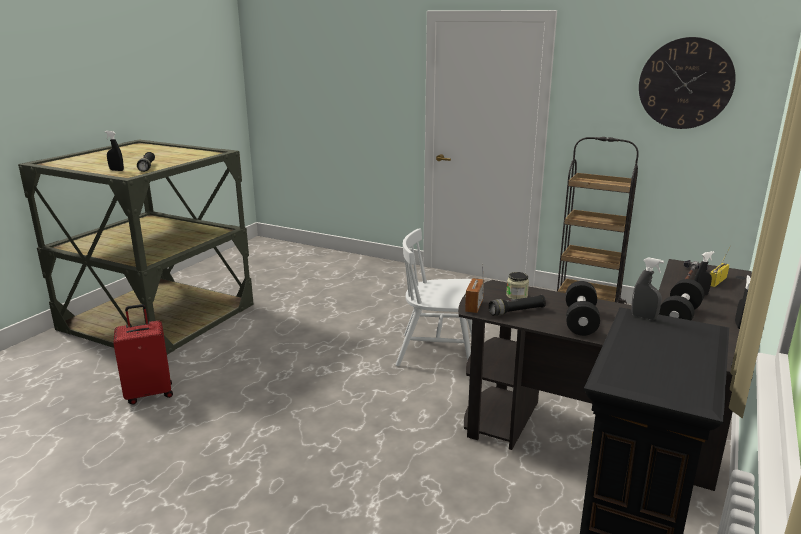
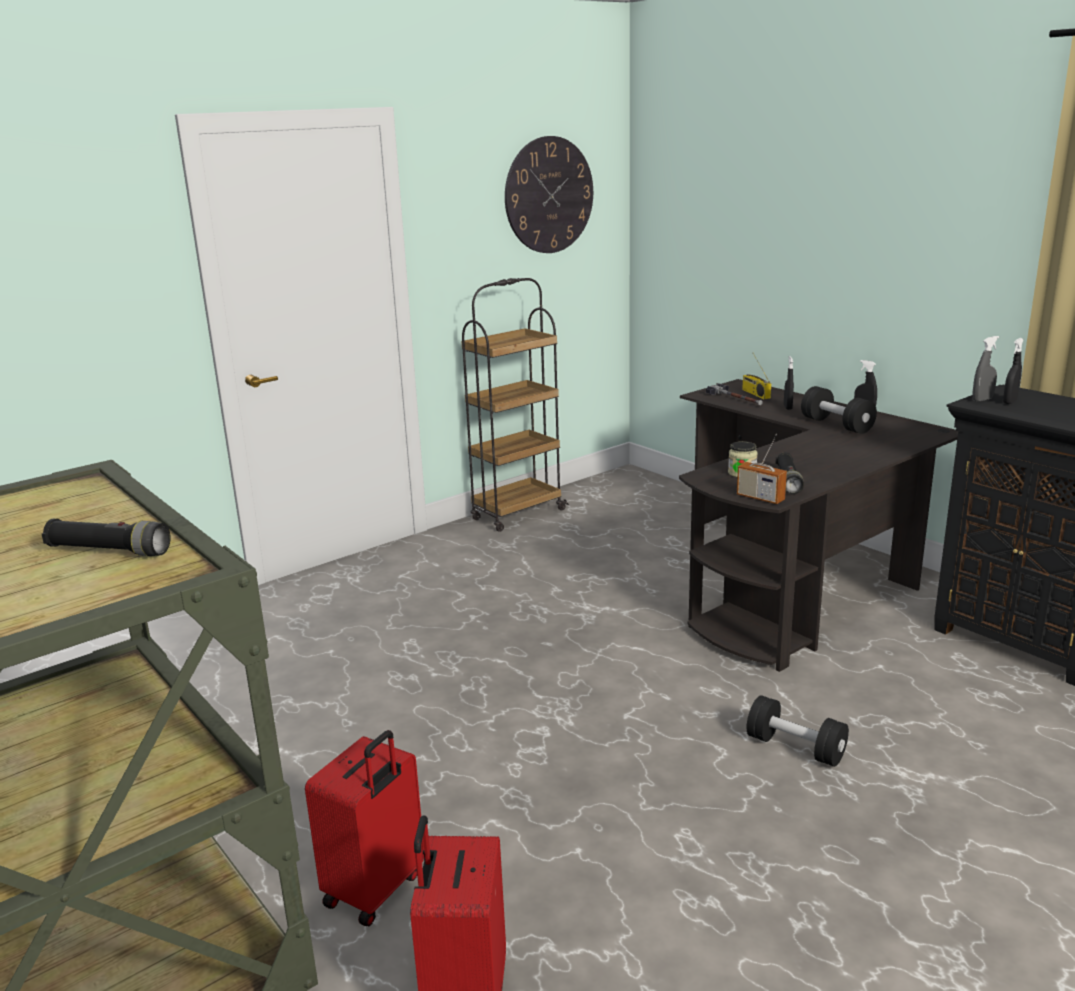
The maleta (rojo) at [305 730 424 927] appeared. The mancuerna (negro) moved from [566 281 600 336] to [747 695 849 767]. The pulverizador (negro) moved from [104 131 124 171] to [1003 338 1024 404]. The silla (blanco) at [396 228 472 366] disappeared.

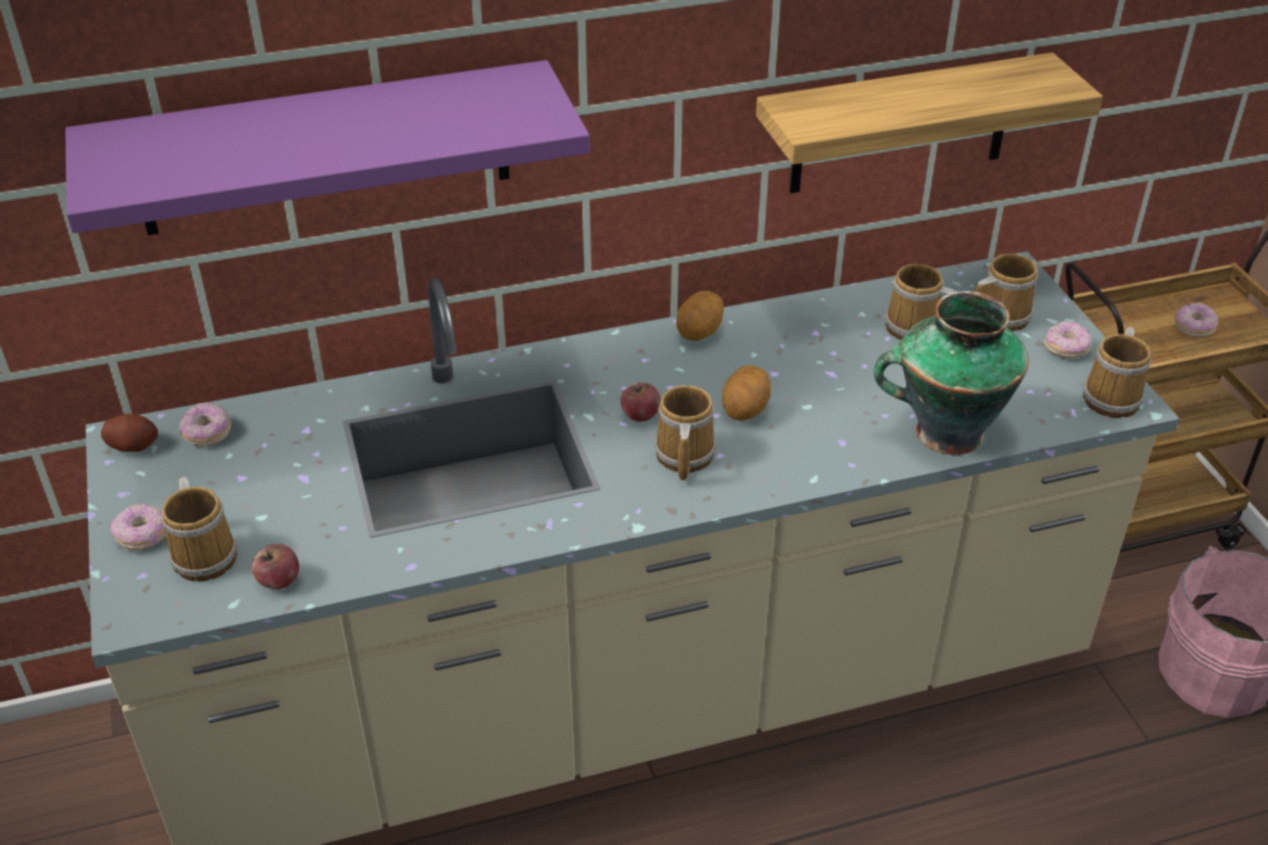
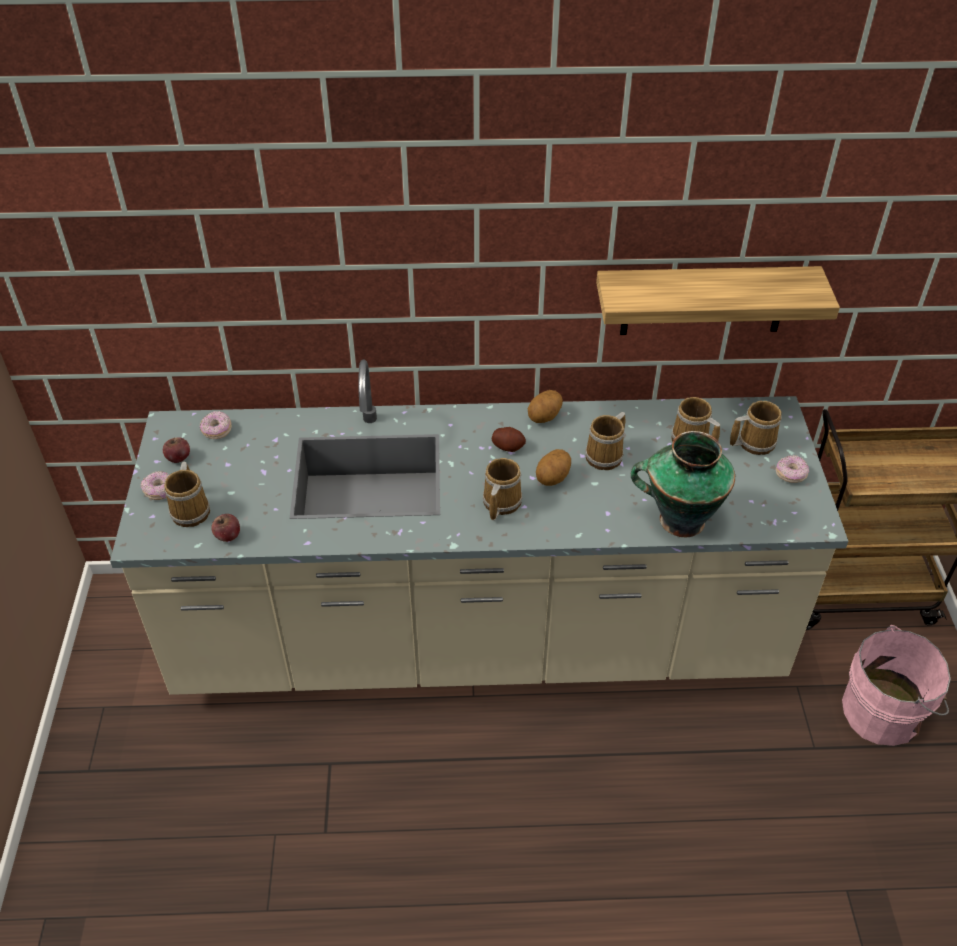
The manzana moved from [621 382 660 422] to [163 437 190 463]. The patata moved from [101 413 158 452] to [492 427 526 452]. The taza grande moved from [1083 327 1152 418] to [585 412 625 470]. The estante (morado) at [65 60 590 235] disappeared. The rosquilla at [1174 303 1218 338] disappeared.

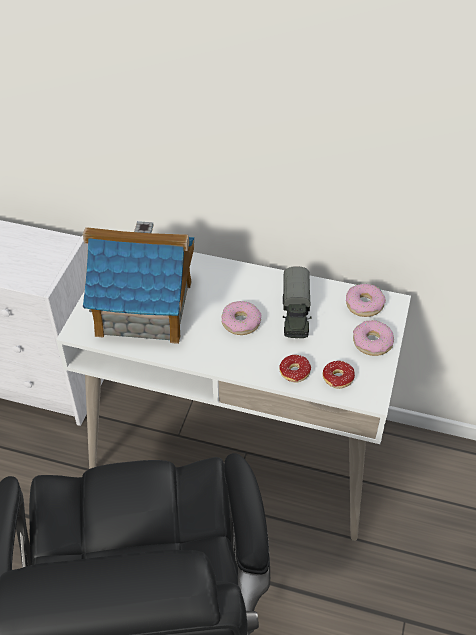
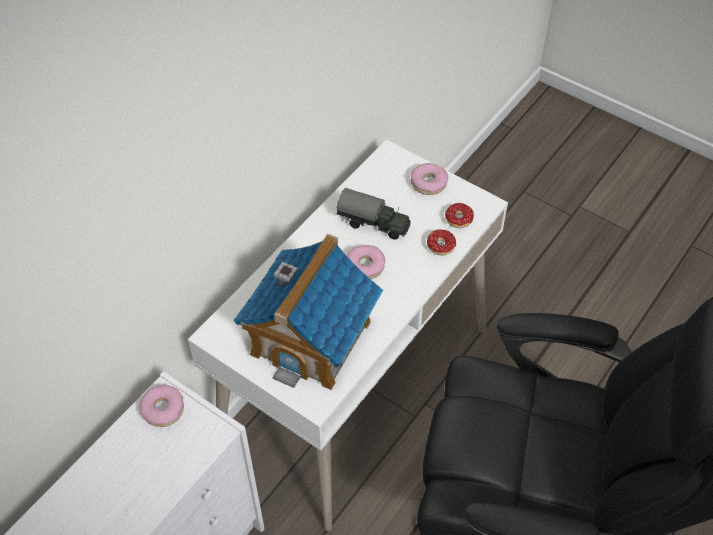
The rosquilla moved from [346 284 386 317] to [140 385 184 427].

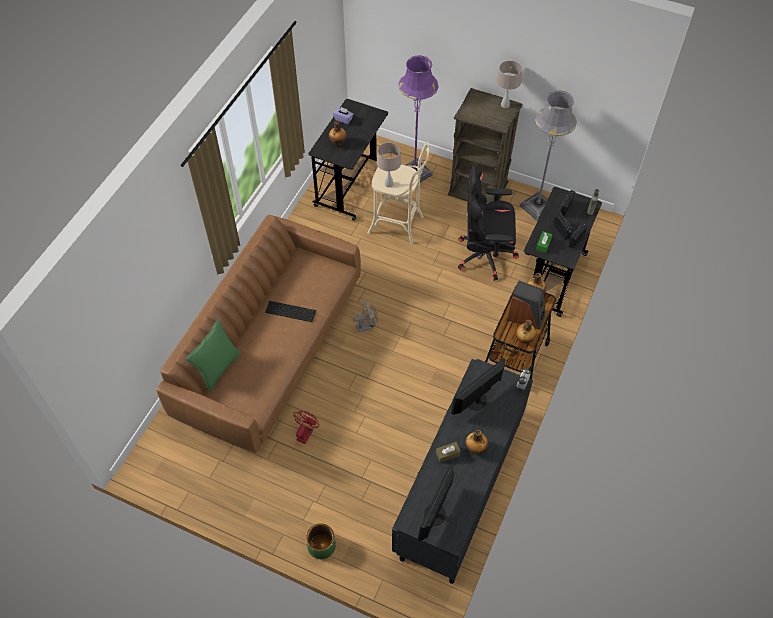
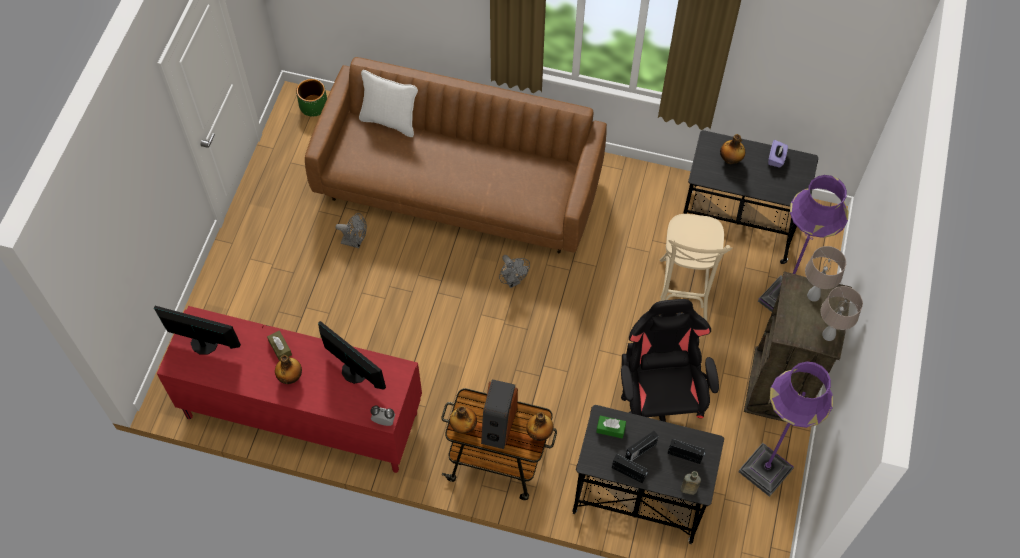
The armario (negro) at [392 359 533 584] became the armario (rojo) at [157 306 422 473]. The maceta (verde) moved from [306 523 336 559] to [296 79 327 117]. The ventilador (rojo) at [293 411 320 444] became the ventilador (gris) at [336 213 367 248]. The cojín (verde) at [186 320 240 391] became the cojín (blanco) at [359 70 418 137]. The lámpara de pie (gris) at [519 91 577 221] became the lámpara de pie (morado) at [738 361 833 497]. The lámpara de mesa (beis) moved from [377 143 402 187] to [805 246 846 302]. The teclado at [265 301 316 322] disappeared.

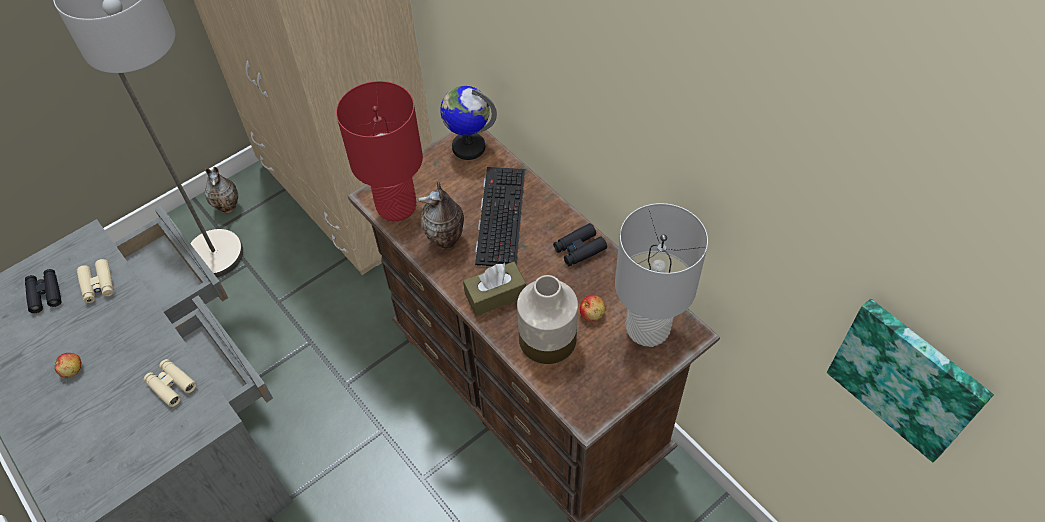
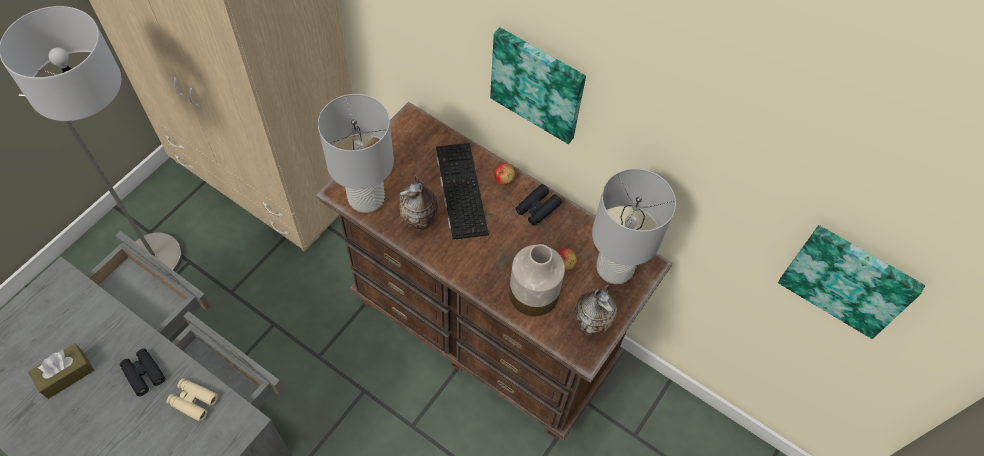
The caja de pañuelos (marrón) moved from [463 262 526 316] to [28 344 94 399]. The prismáticos (negro) moved from [25 269 62 313] to [120 349 166 396]. The lámpara de mesa (rojo) at [336 81 423 221] became the lámpara de mesa (gris) at [318 94 394 213]. The cuadro at [490 27 586 144] appeared. The manzana moved from [55 353 81 378] to [494 163 515 185]. The florero moved from [205 167 238 213] to [574 285 617 335]. The prismáticos (beis) at [77 259 114 303] disappeared. The globo terráqueo at [440 86 497 160] disappeared.

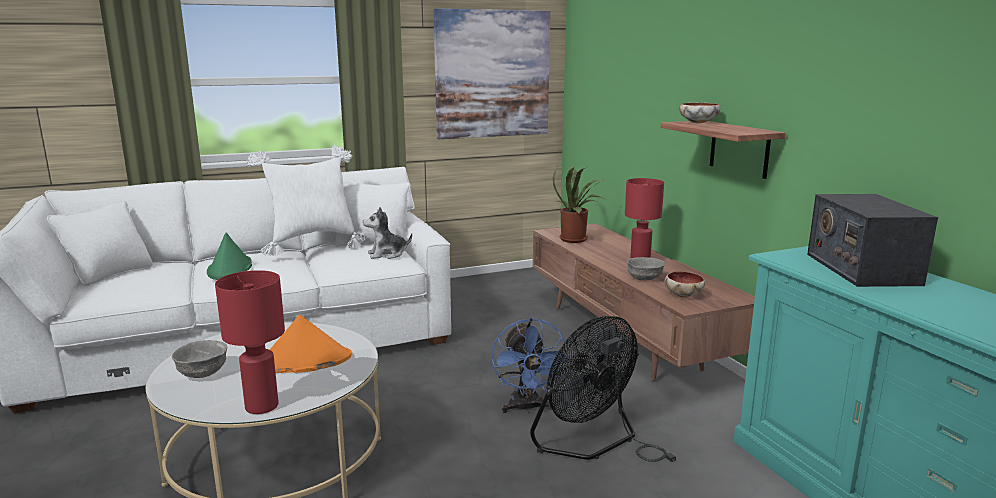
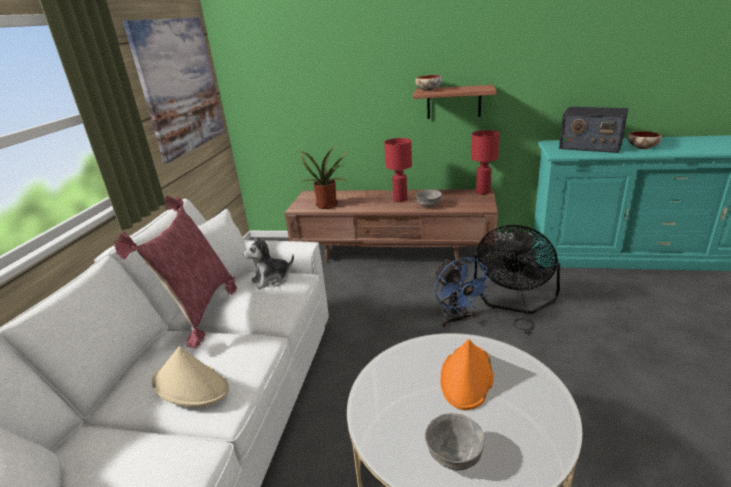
The cojín (blanco) at [247 145 366 256] became the cojín (rojo) at [113 196 237 349]. The sombrero (verde) at [207 232 252 280] became the sombrero (beis) at [152 346 229 407]. The peluche at [363 207 412 259] turned 45 degrees clockwise. The ventilador (azul) at [491 318 570 413] turned 45 degrees clockwise. The lámpara de mesa (rojo) moved from [215 270 285 414] to [471 130 500 194]. The ventilador (negro) at [530 316 676 462] turned 120 degrees clockwise. The cuenco moved from [664 271 705 298] to [627 131 662 149].

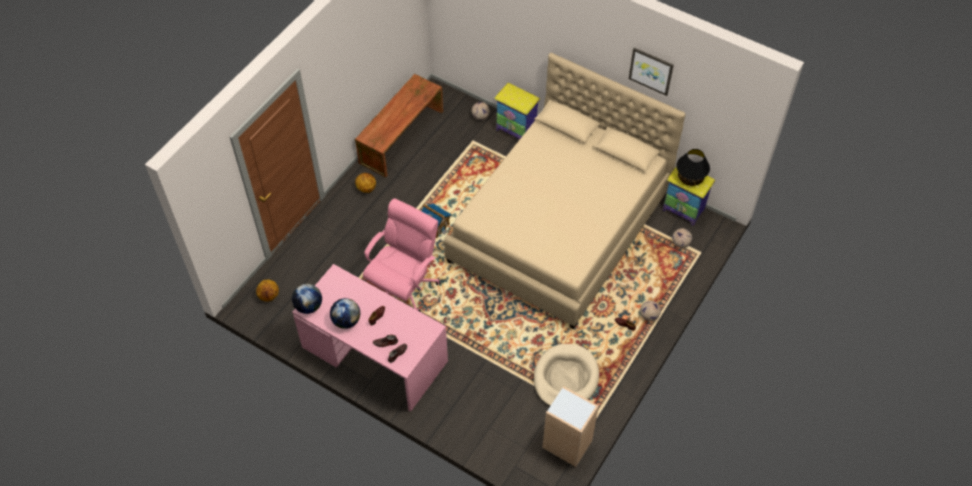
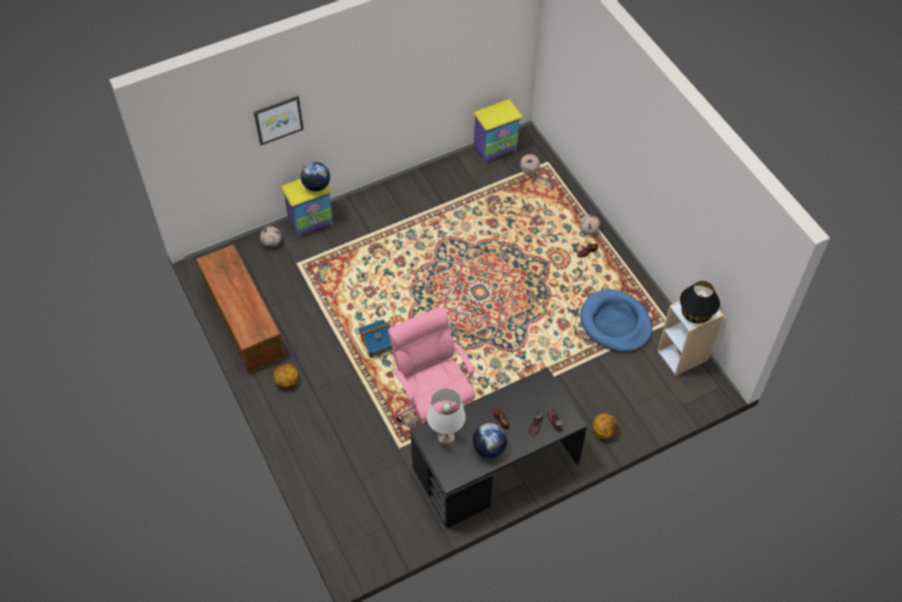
The cuadro moved from [629 48 674 96] to [254 96 304 145]. The globo terráqueo moved from [292 284 322 314] to [301 162 330 191]. The escritorio (rosa) at [292 264 448 411] became the escritorio (negro) at [410 367 587 528]. The lámpara de mesa (blanco) at [427 388 466 445] appeared. The cama para perro (beis) at [534 344 599 406] became the cama para perro (azul) at [580 289 652 352]. The balón de baloncesto moved from [256 279 279 302] to [592 413 618 439]. The lámpara de mesa (negro) moved from [676 149 710 186] to [680 281 720 324]. The cama (beis) at [444 53 686 329] disappeared.

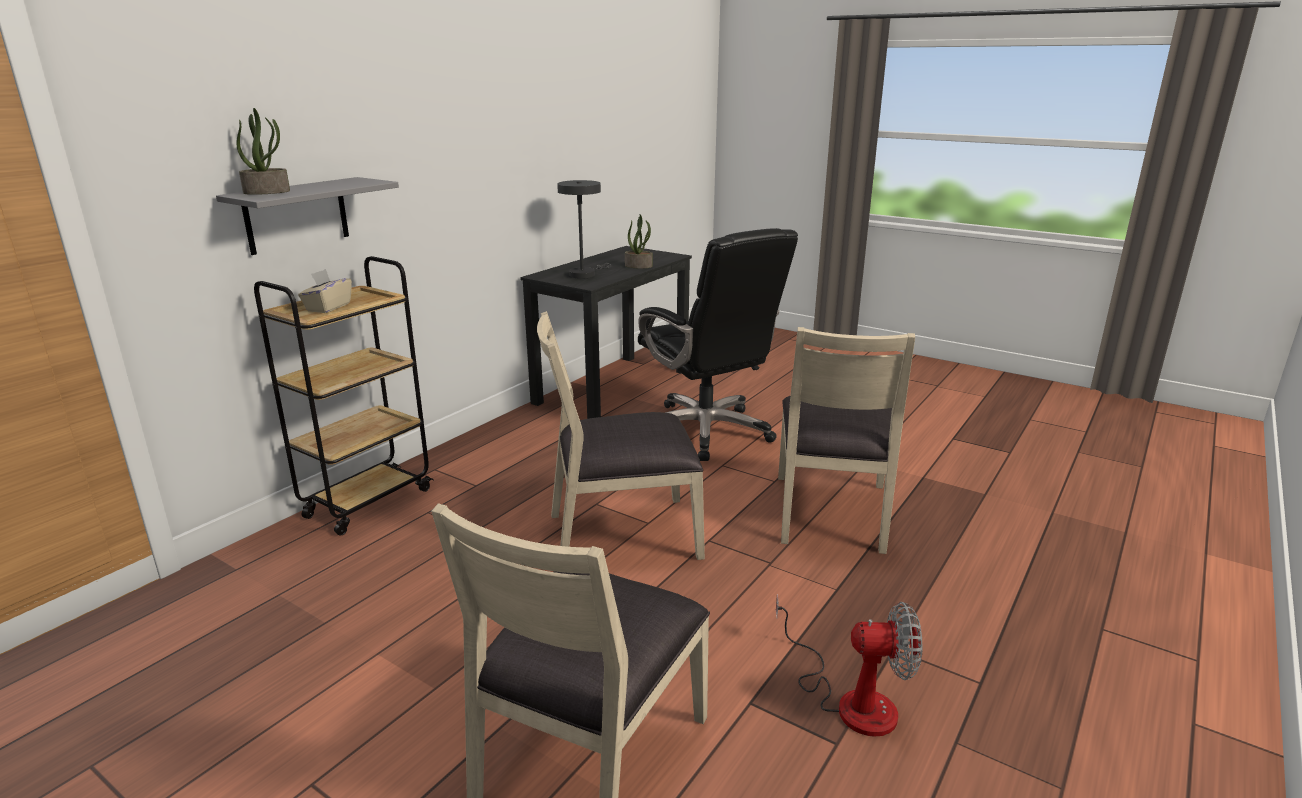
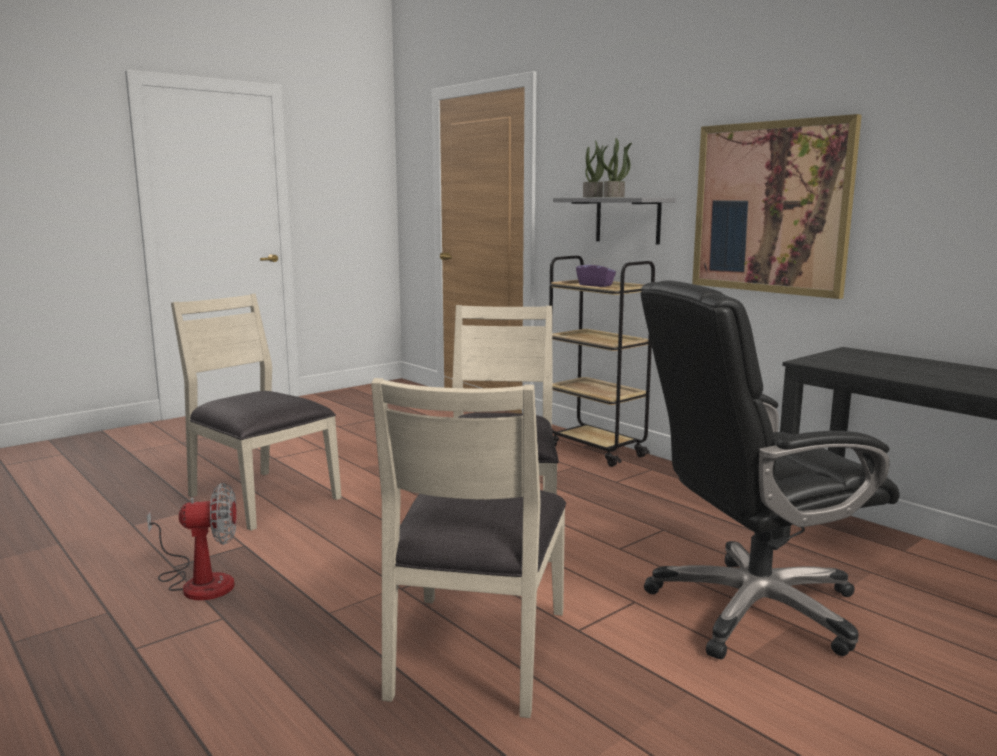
The ventilador at [776 594 922 737] turned 120 degrees counterclockwise. The silla (beis) at [778 327 915 554] turned 105 degrees counterclockwise. The caja de pañuelos (beis) at [298 269 352 313] became the caja de pañuelos (morado) at [576 258 616 287]. The planta en maceta moved from [625 214 653 269] to [599 138 632 197]. The cuadro at [692 114 862 299] appeared. The lámpara de mesa (gris) at [557 180 611 279] disappeared.

